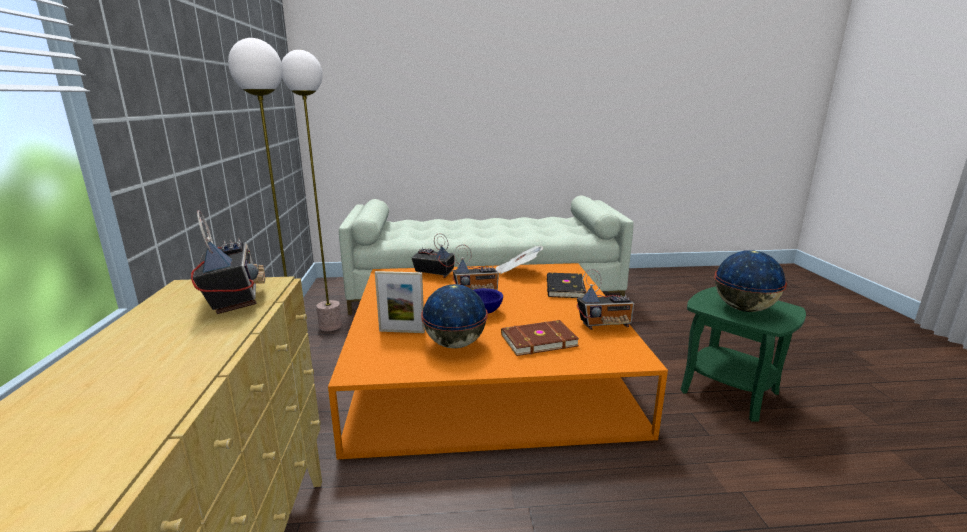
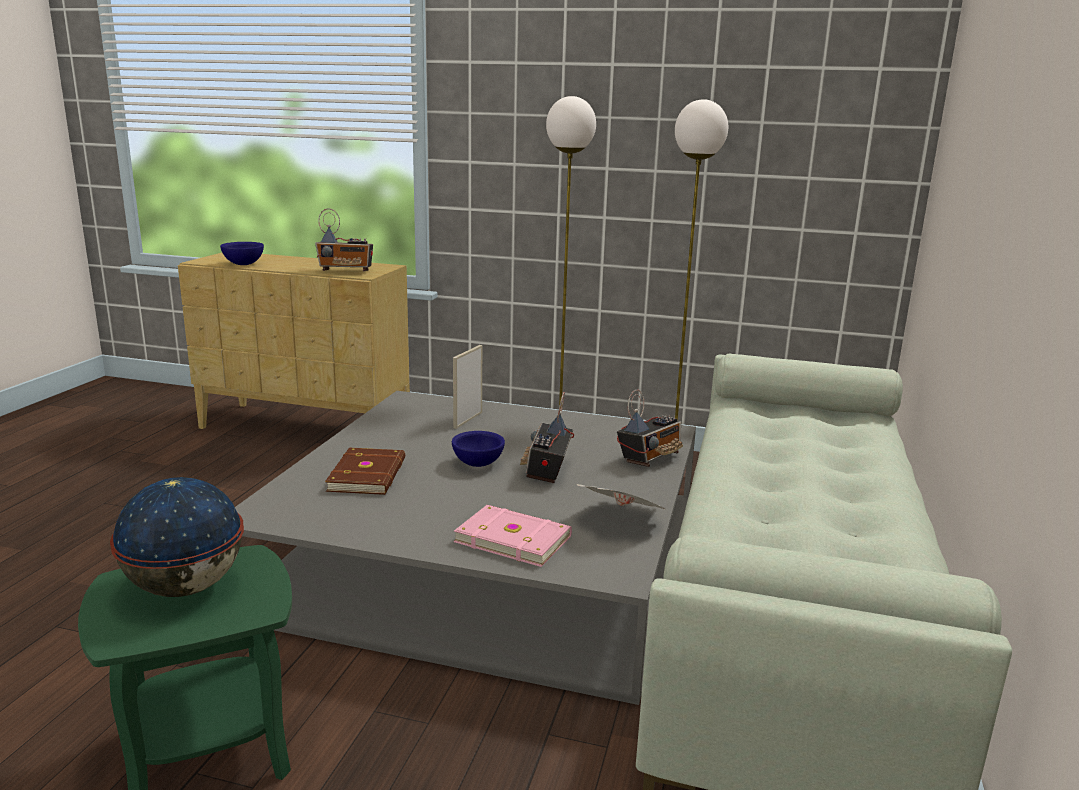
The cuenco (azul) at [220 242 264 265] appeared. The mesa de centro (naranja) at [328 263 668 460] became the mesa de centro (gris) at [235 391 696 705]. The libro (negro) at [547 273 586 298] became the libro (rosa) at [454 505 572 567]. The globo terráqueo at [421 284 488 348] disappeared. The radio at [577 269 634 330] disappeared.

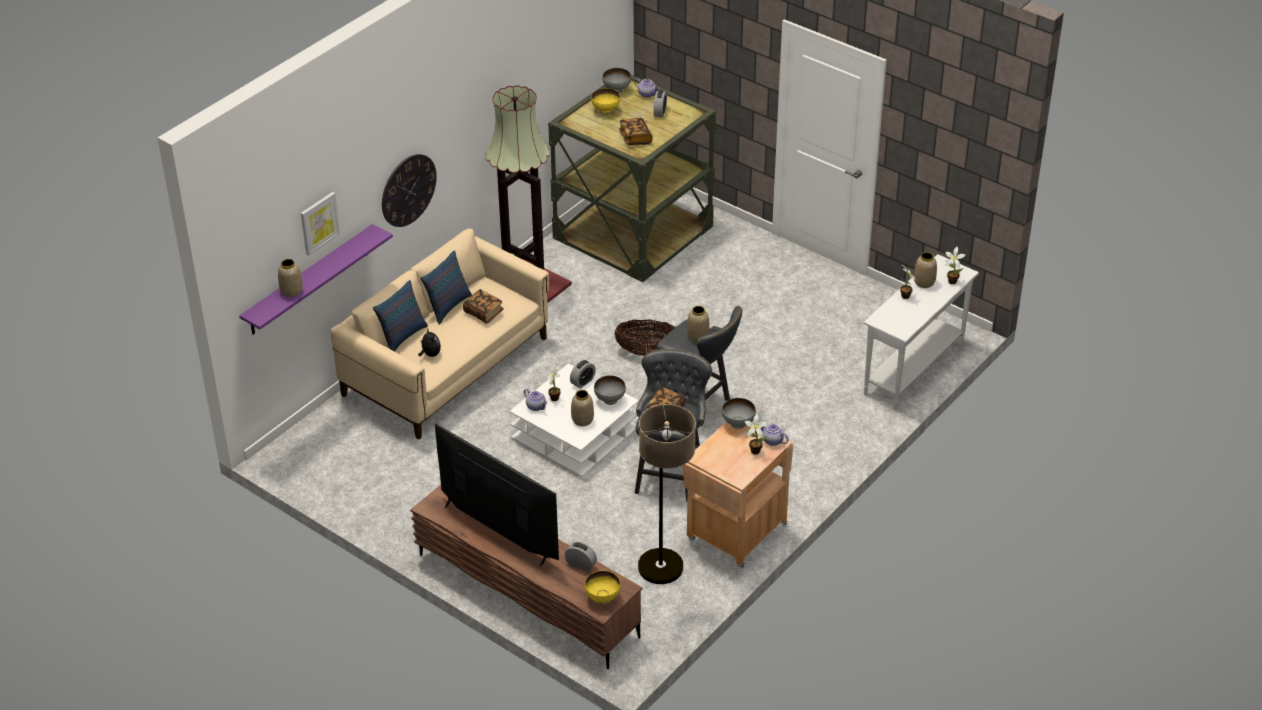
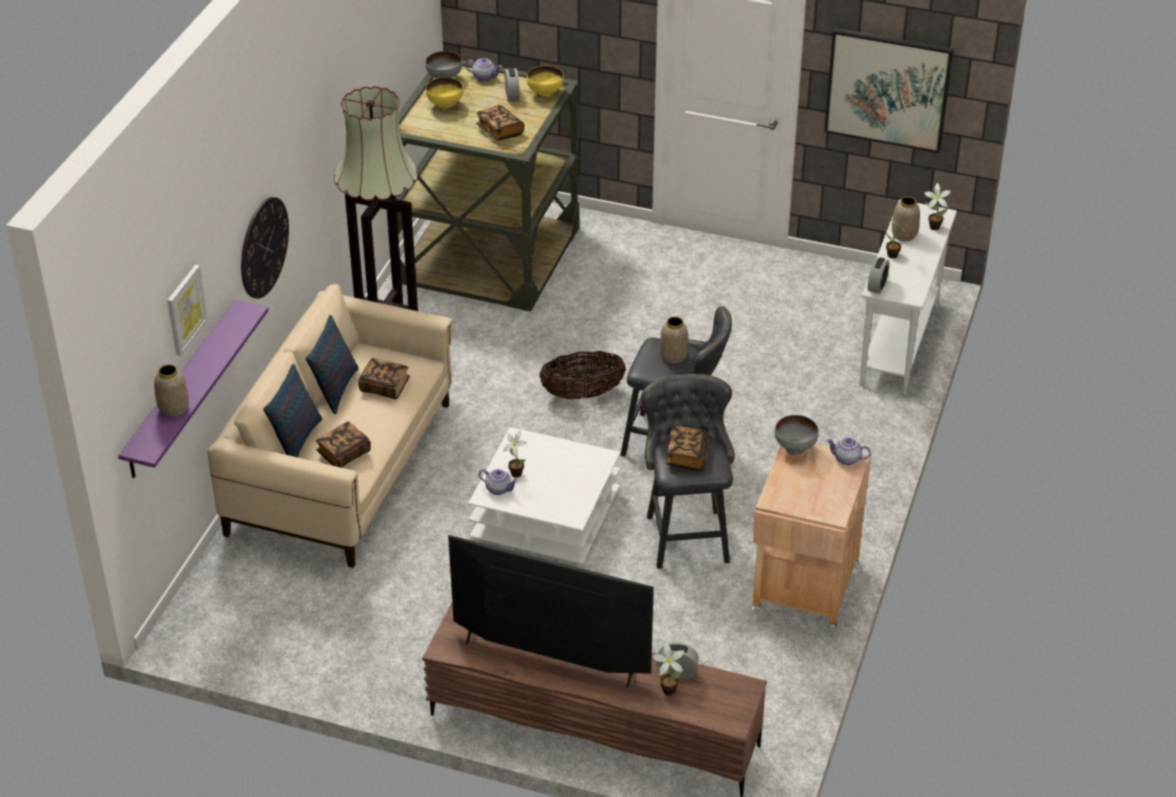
The peluche at [418 329 441 357] was replaced by the libro at [316 421 371 468]. The cuenco (amarillo) moved from [584 571 621 604] to [527 66 564 99]. The planta en maceta moved from [745 414 768 455] to [652 642 684 696]. The cuadro at [824 28 954 153] appeared. The despertador moved from [570 360 596 389] to [868 257 889 294]. The florero at [571 390 594 426] disappeared. The cuenco (gris) at [594 375 626 405] disappeared. The lámpara de pie at [638 404 696 584] disappeared.

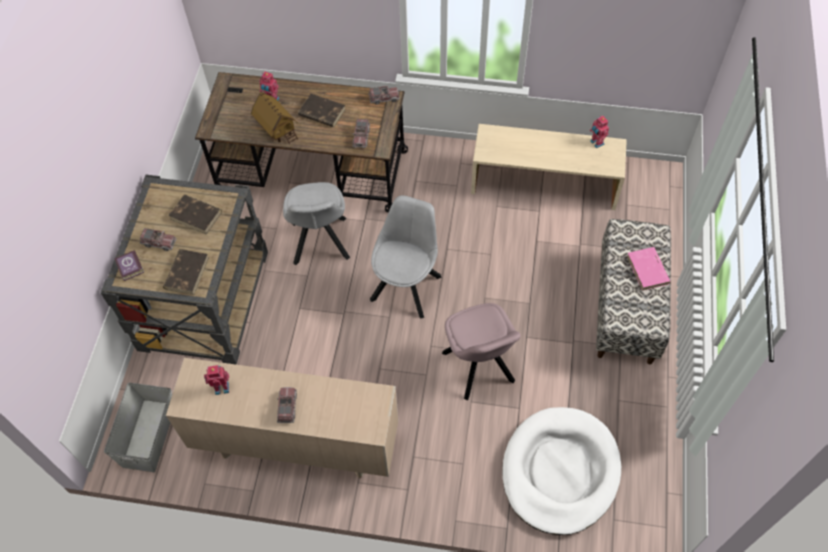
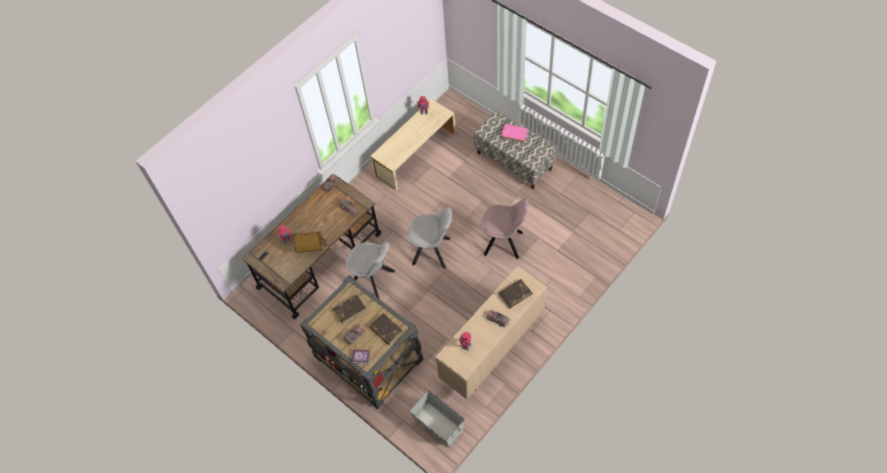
The silla (gris) at [370 195 442 319] turned 135 degrees clockwise. The libro (marrón) moved from [298 94 346 127] to [499 279 533 308]. The cama para perro (blanco) at [502 407 621 535] disappeared.

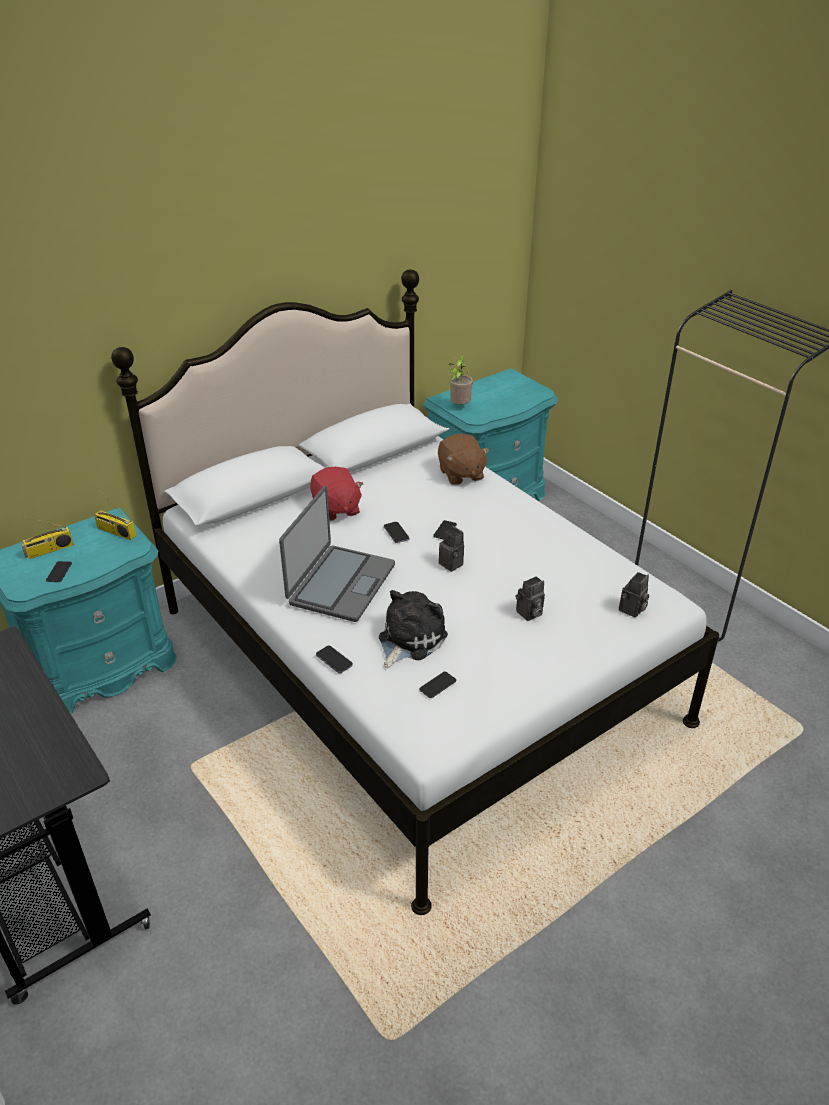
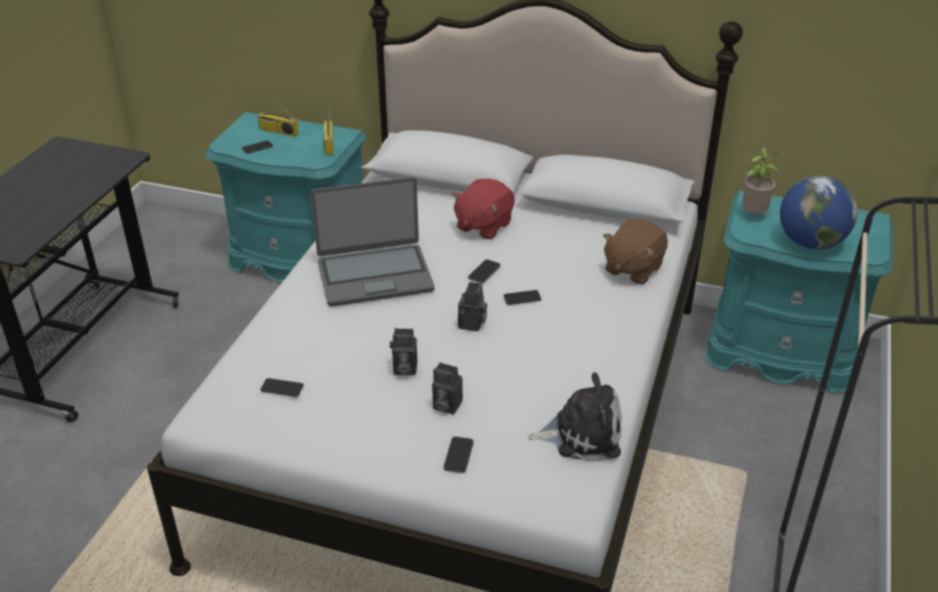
The cámara moved from [619 572 649 618] to [390 328 418 375]. The móvil moved from [316 646 353 673] to [444 437 473 473]. The peluche moved from [379 590 448 668] to [528 372 622 462]. The globo terráqueo at [780 176 857 250] appeared.

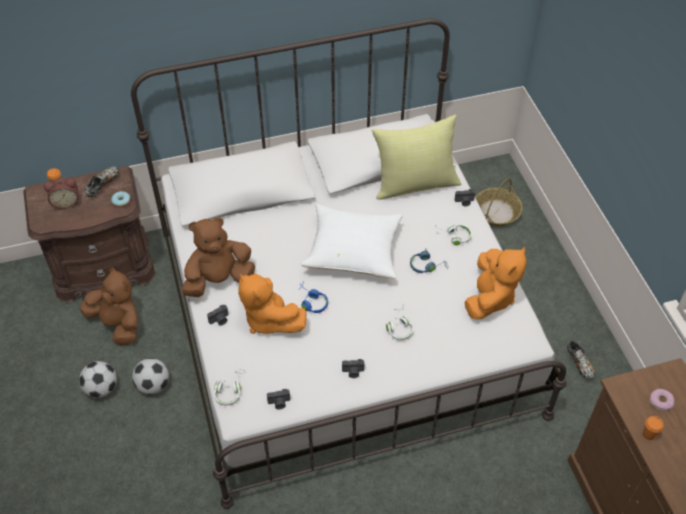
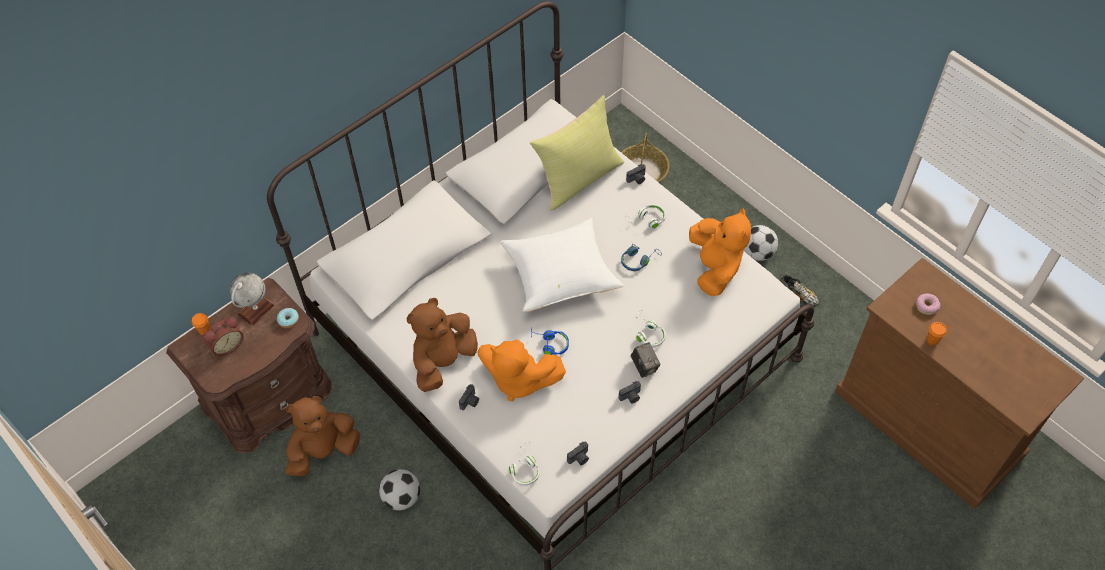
The zapato at [85 166 119 198] was replaced by the globo terráqueo at [230 273 274 326]. The peluche (marrón) at [80 267 138 345] turned 45 degrees counterclockwise. The cámara at [631 342 661 378] appeared. The balón de fútbol moved from [79 361 117 398] to [744 225 778 261].

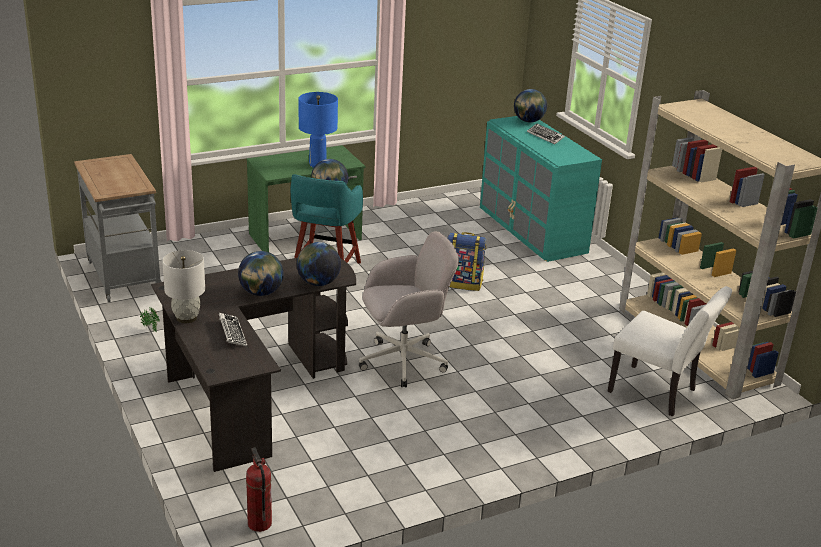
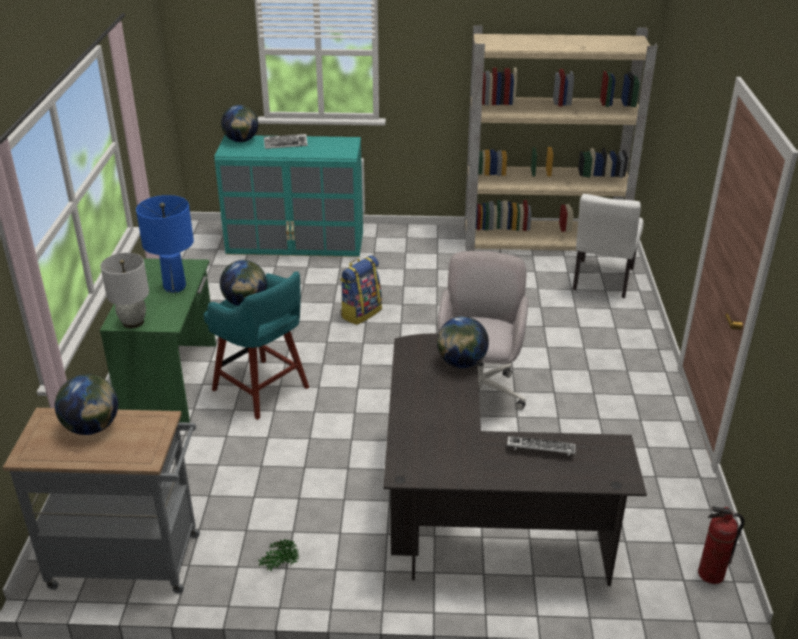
The globo terráqueo moved from [238 251 284 296] to [55 374 118 435]. The lámpara de mesa (blanco) moved from [162 250 205 323] to [100 253 149 328]. The silla (blanco) at [607 286 732 417] turned 135 degrees clockwise.

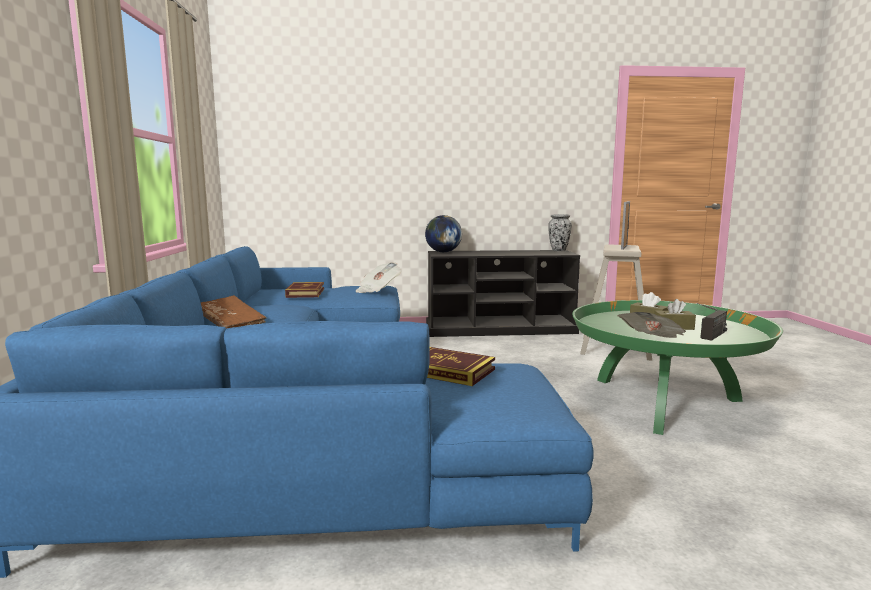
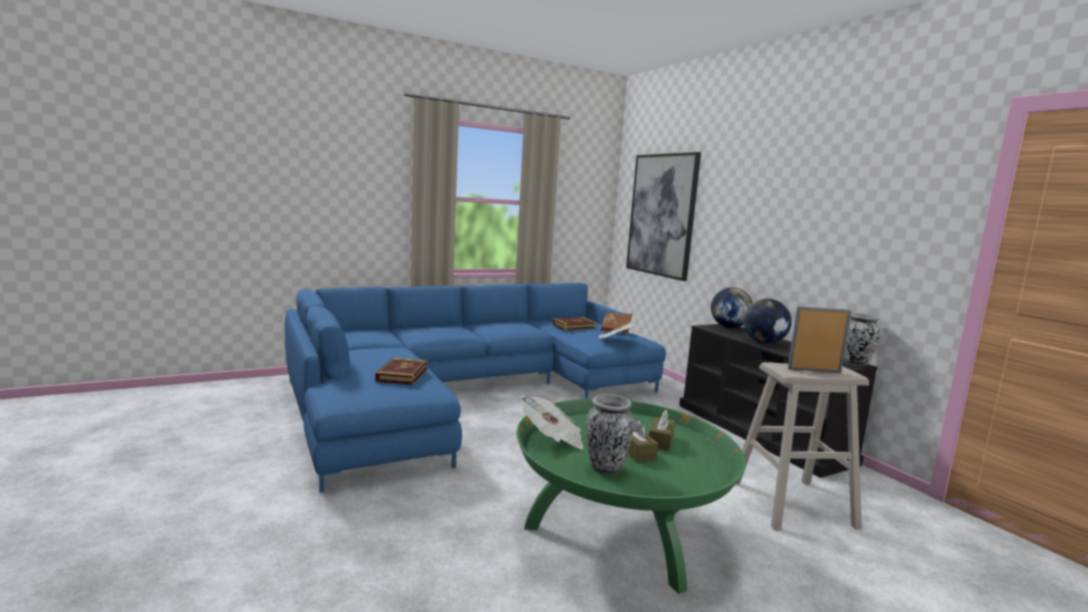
The radio at [697 303 727 341] was replaced by the florero at [586 394 634 475]. The libro (marrón) moved from [200 295 267 329] to [600 312 632 333]. The cuadro at [626 152 701 281] appeared. The globo terráqueo at [743 299 792 344] appeared.

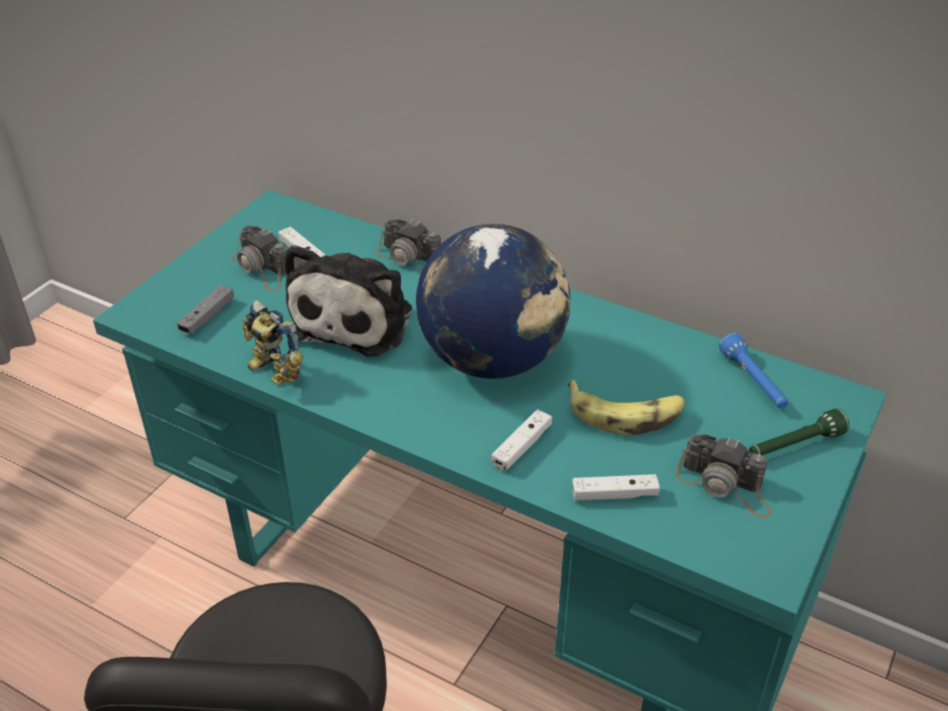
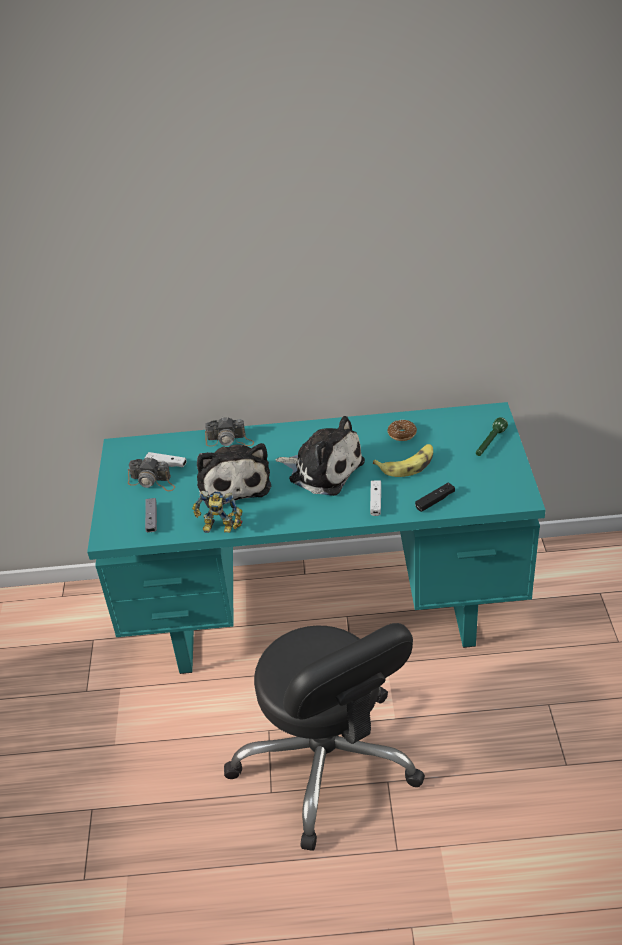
The globo terráqueo at [416 224 570 379] was replaced by the peluche at [275 416 365 496]. The rosquilla at [387 420 417 441] appeared. The mando de consola (blanco) at [572 474 660 501] became the mando de consola (negro) at [415 483 455 512]. The cámara at [675 434 772 518] disappeared. The linterna (azul) at [719 333 788 409] disappeared.

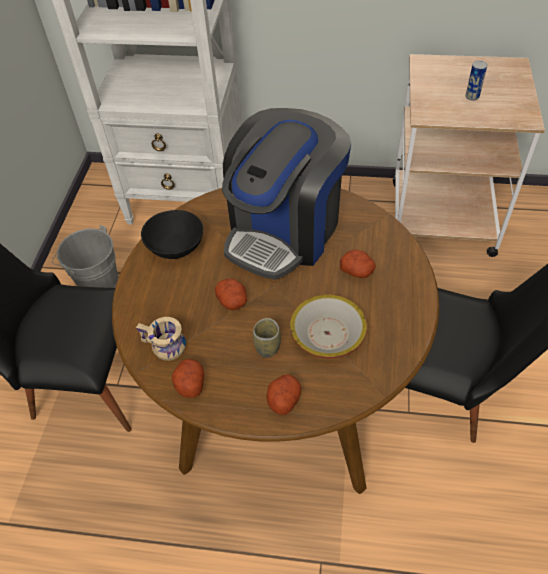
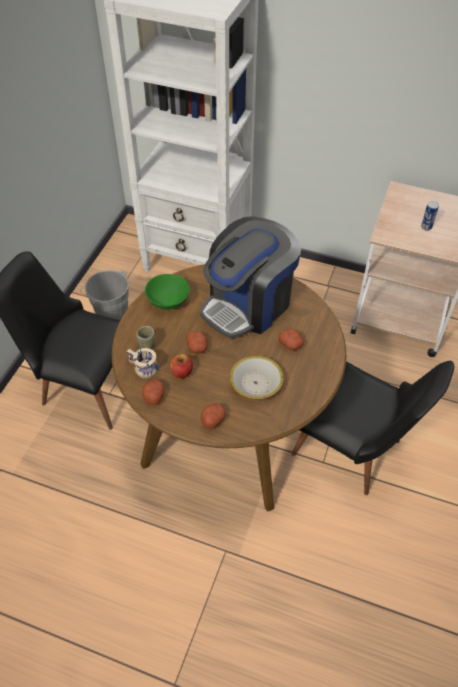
The taza moved from [253 318 281 358] to [136 326 156 349]. The cuenco (negro) at [141 210 203 259] became the cuenco (verde) at [145 274 190 310]. The manzana at [170 354 193 379] appeared.

